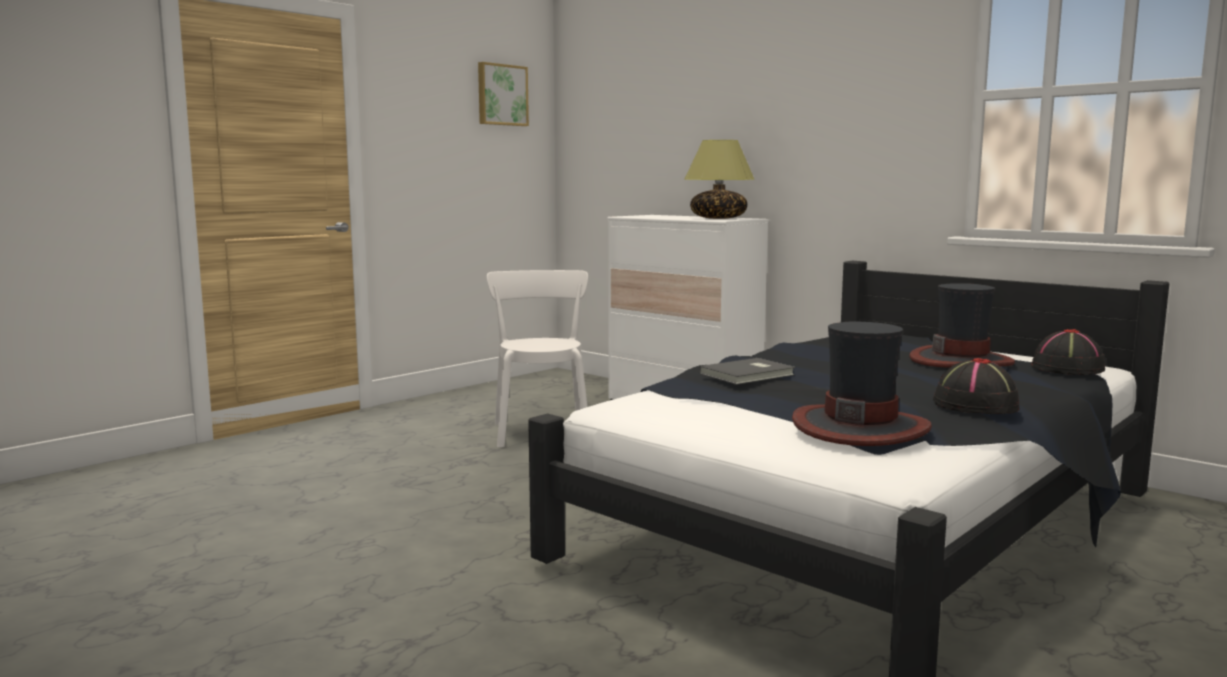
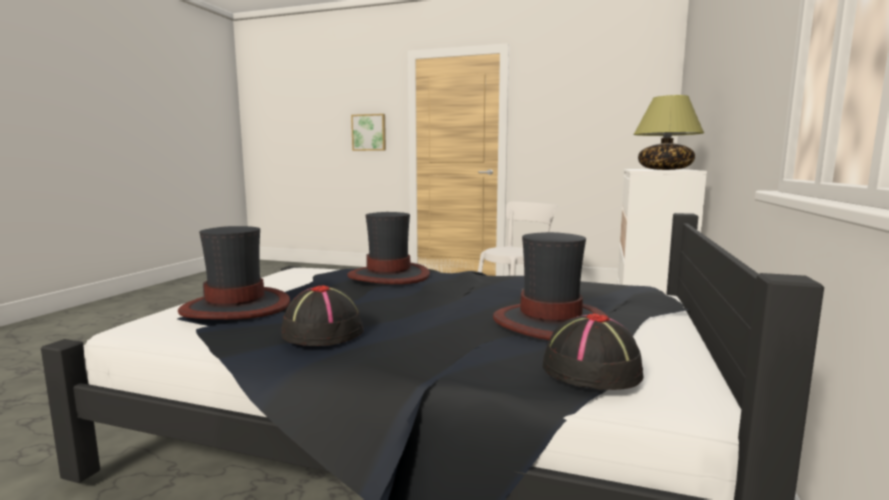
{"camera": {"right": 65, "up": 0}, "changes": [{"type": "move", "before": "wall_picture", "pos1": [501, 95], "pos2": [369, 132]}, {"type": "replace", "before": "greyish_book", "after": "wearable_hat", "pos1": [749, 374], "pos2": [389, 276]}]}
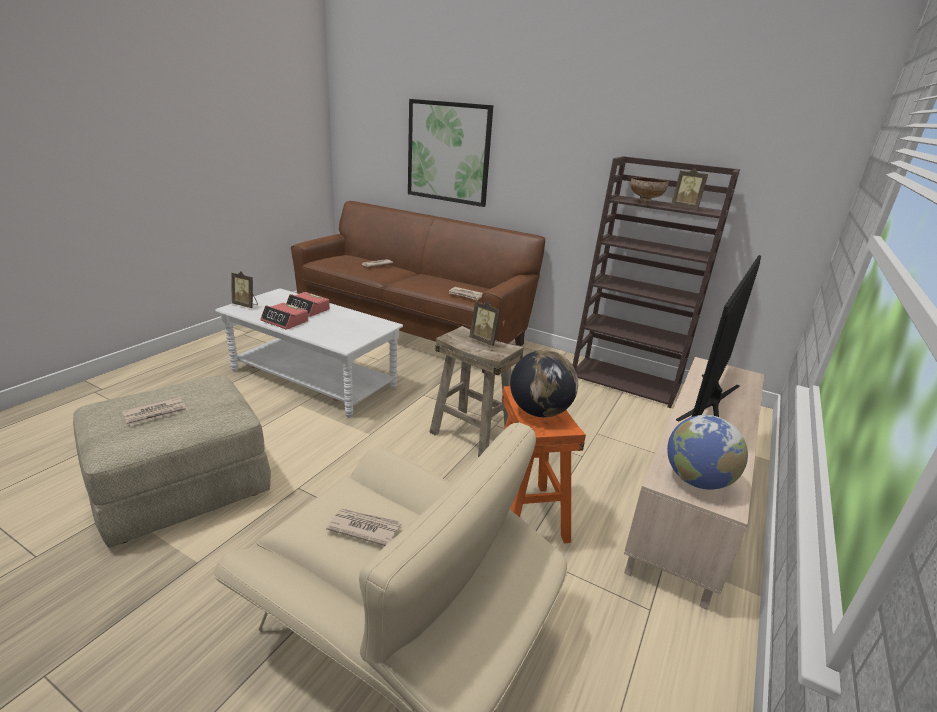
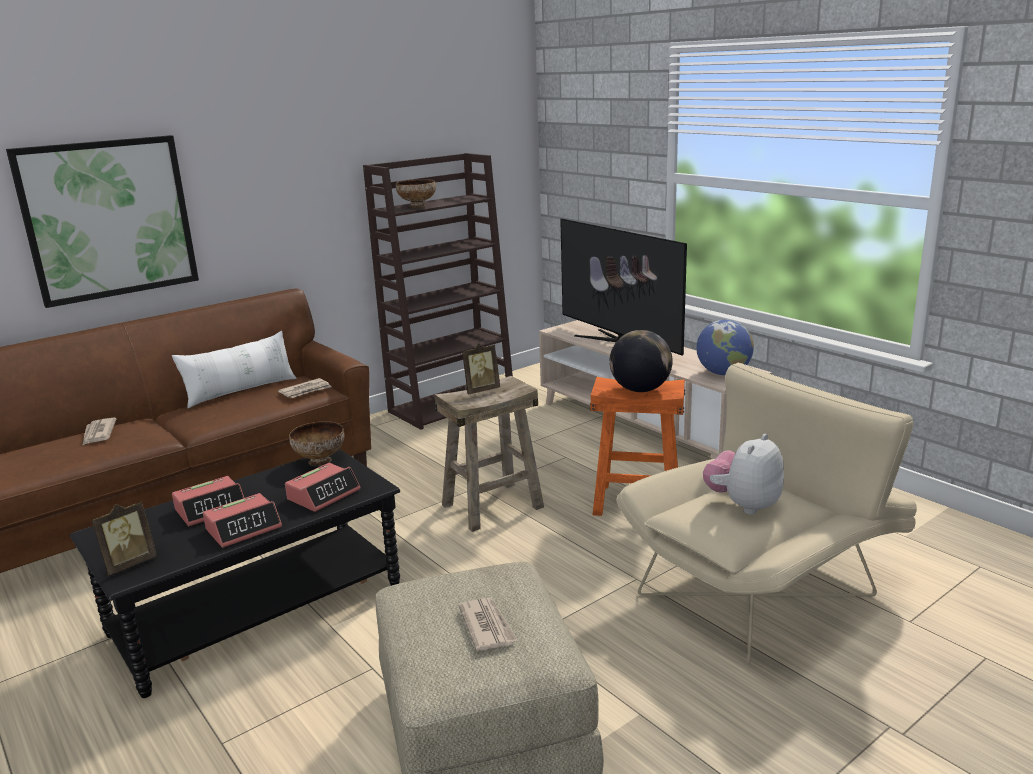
{"camera": {"right": -65, "up": -5}, "changes": [{"type": "recolor", "before": "whitish_coffee_table", "after": "black-coloured_coffee_table", "pos1": [313, 379], "pos2": [259, 609]}, {"type": "replace", "before": "printed_paper", "after": "plush_toy", "pos1": [364, 528], "pos2": [743, 505]}, {"type": "delete", "before": "photo_frame", "pos1": [685, 208]}, {"type": "insert", "after": "whitish_throw_pillow", "pos2": [241, 391]}, {"type": "insert", "after": "alarm_clock", "pos2": [324, 494]}, {"type": "insert", "after": "deep_dish", "pos2": [320, 461]}]}
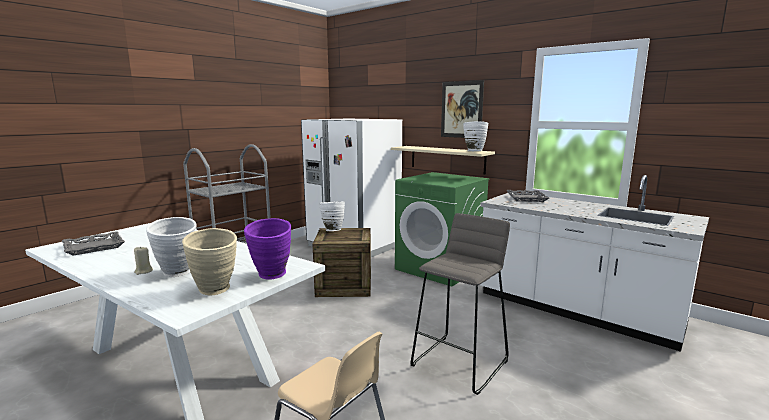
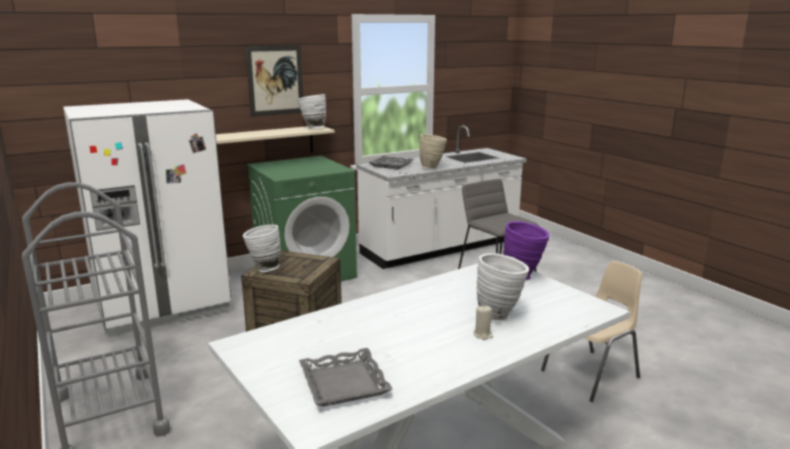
{"camera": {"right": -70, "up": 5}, "changes": [{"type": "move", "before": "beige_flower_vase", "pos1": [216, 292], "pos2": [432, 168]}]}
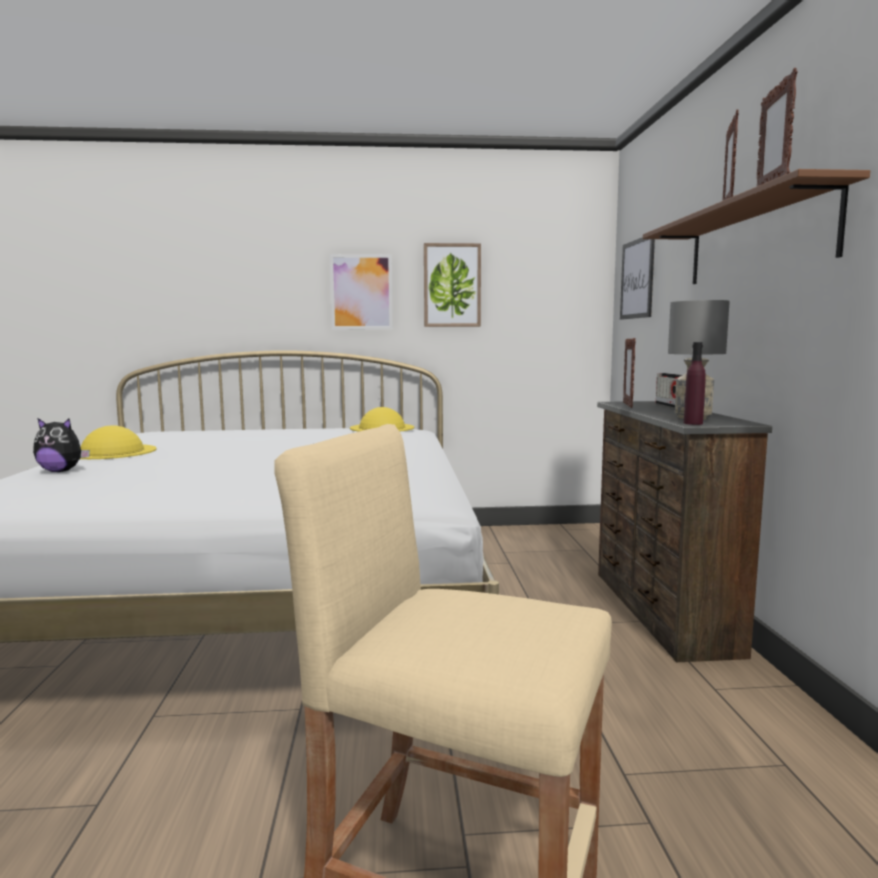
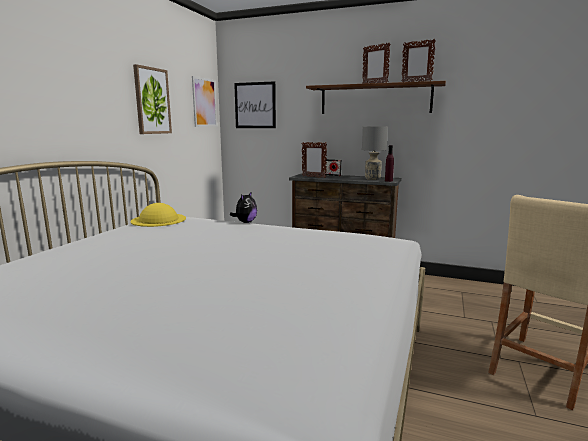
{"camera": {"right": -65, "up": 5}, "changes": [{"type": "move", "before": "plush_toy", "pos1": [61, 471], "pos2": [245, 222]}, {"type": "delete", "before": "yellow_wearable_hat", "pos1": [112, 451]}, {"type": "move", "before": "wall_picture", "pos1": [361, 292], "pos2": [204, 102]}]}
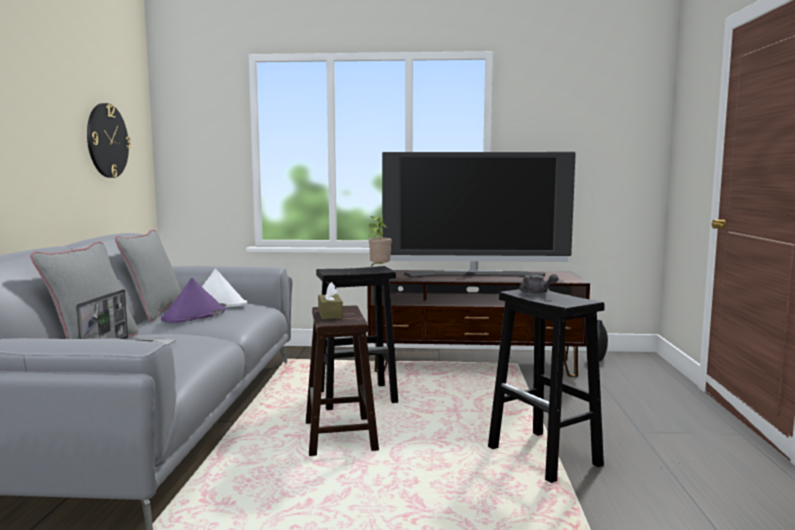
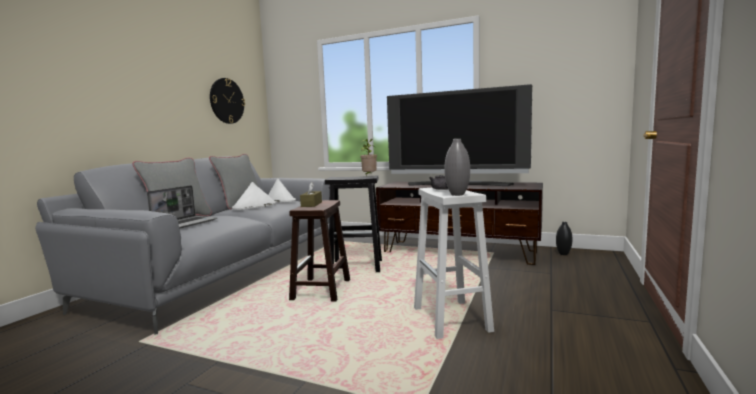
{"camera": {"right": 20, "up": 0}, "changes": [{"type": "recolor", "before": "purple-coloured_wearable_hat", "after": "whitish_wearable_hat", "pos1": [194, 315], "pos2": [254, 206]}, {"type": "recolor", "before": "black-coloured_sitting_stool", "after": "whitish_sitting_stool", "pos1": [545, 457], "pos2": [452, 320]}, {"type": "insert", "after": "greyish_flower_vase", "pos2": [457, 194]}]}
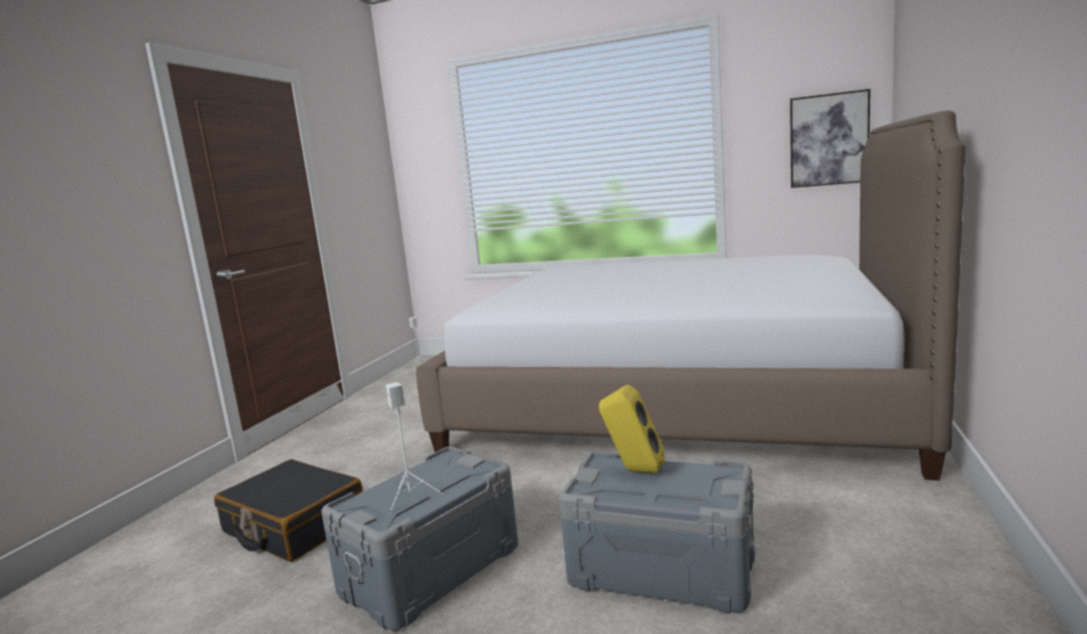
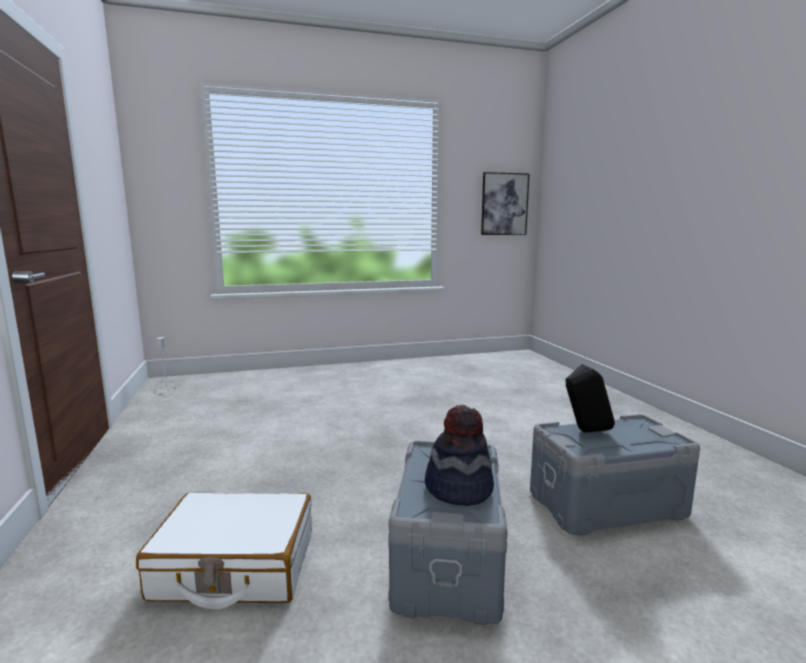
{"camera": {"right": -35, "up": 0}, "changes": [{"type": "recolor", "before": "black-coloured_travel_case", "after": "whitish_travel_case", "pos1": [294, 525], "pos2": [235, 565]}, {"type": "replace", "before": "whitish_audio_speaker", "after": "wearable_hat", "pos1": [411, 497], "pos2": [458, 489]}, {"type": "delete", "before": "sleeping_bed", "pos1": [678, 403]}, {"type": "recolor", "before": "yellow_audio_speaker", "after": "black-coloured_audio_speaker", "pos1": [633, 470], "pos2": [585, 432]}]}
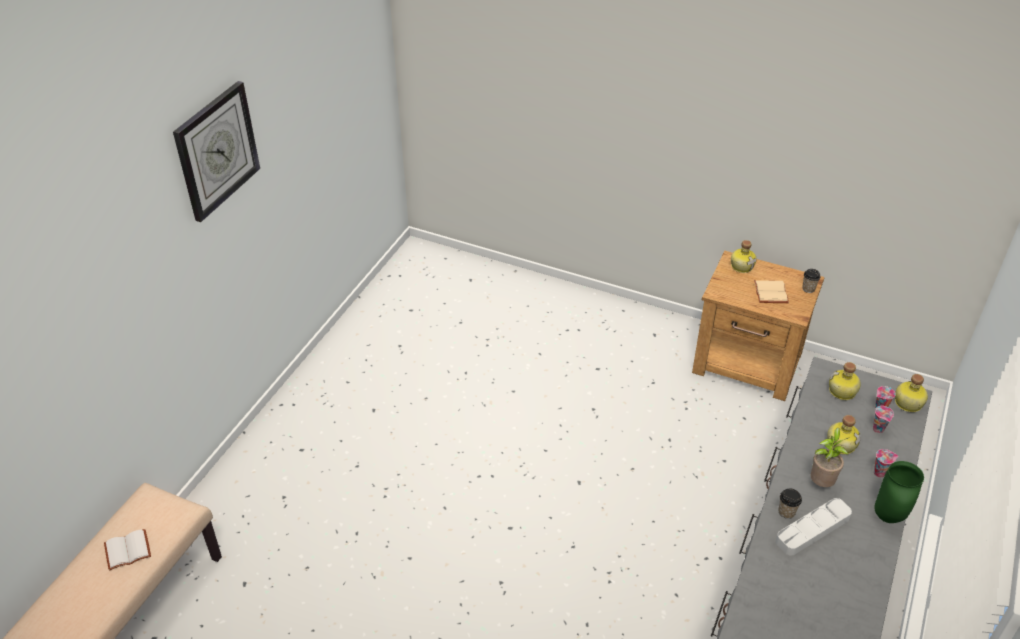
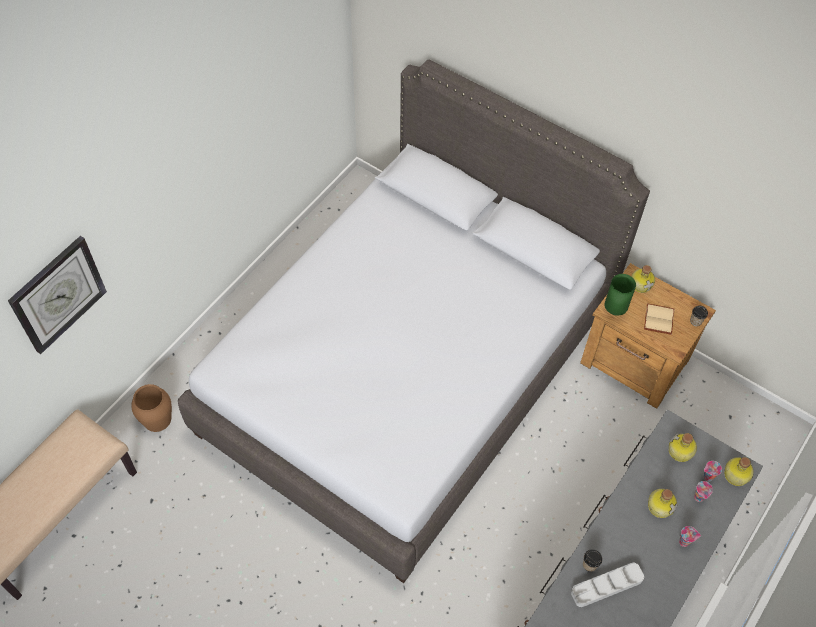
{"camera": {"right": 10, "up": 15}, "changes": [{"type": "delete", "before": "whitish_book", "pos1": [128, 549]}, {"type": "move", "before": "hanging_clock", "pos1": [216, 150], "pos2": [58, 294]}, {"type": "delete", "before": "plant_in_a_pot", "pos1": [821, 483]}, {"type": "move", "before": "green_flower_vase", "pos1": [889, 517], "pos2": [615, 311]}, {"type": "insert", "after": "brownish_flower_vase", "pos2": [157, 419]}, {"type": "insert", "after": "greyish_sleeping_bed", "pos2": [406, 370]}]}
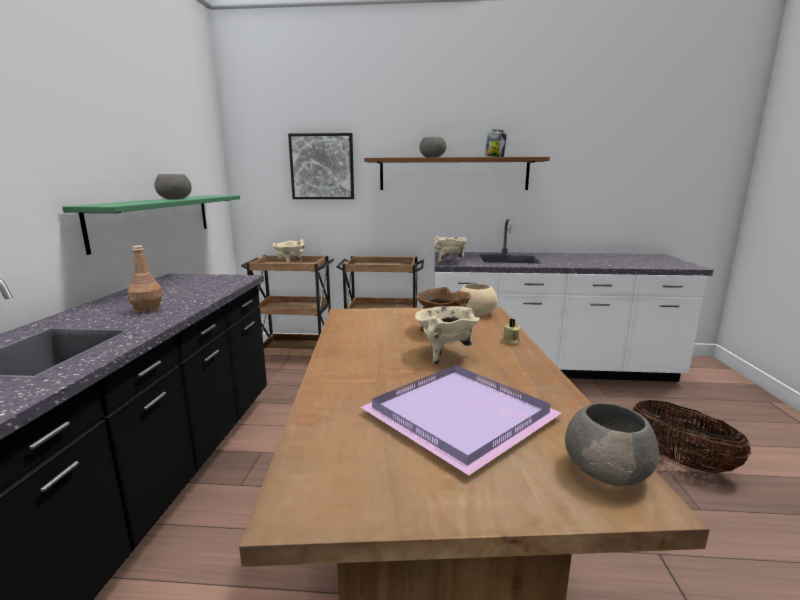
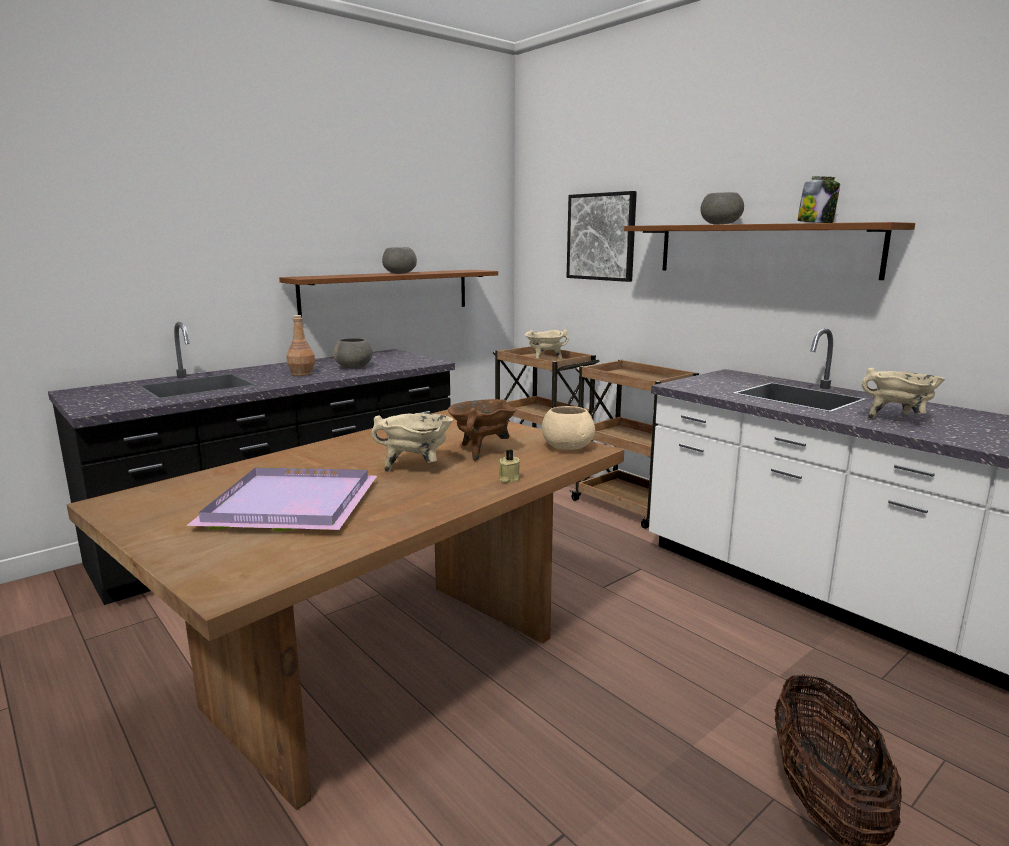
{"camera": {"right": 45, "up": 0}, "changes": [{"type": "recolor", "before": "green_wall_shelf", "after": "brownish_wall_shelf", "pos1": [155, 219], "pos2": [387, 293]}, {"type": "move", "before": "beige_cooking_pot", "pos1": [449, 262], "pos2": [898, 419]}, {"type": "move", "before": "greyish_deep_dish", "pos1": [607, 471], "pos2": [354, 367]}]}
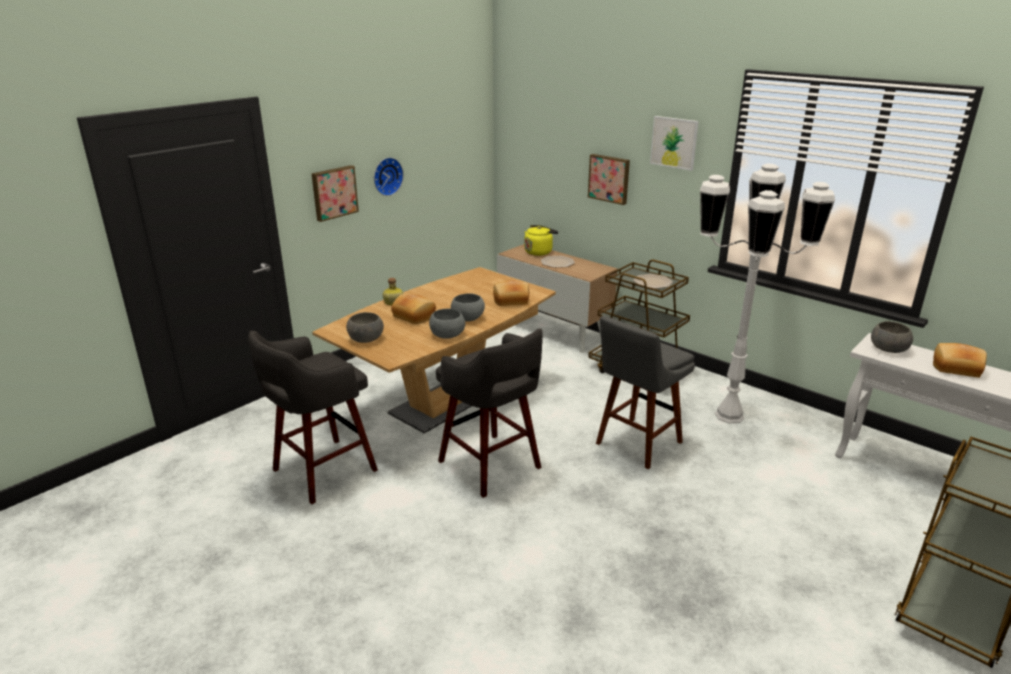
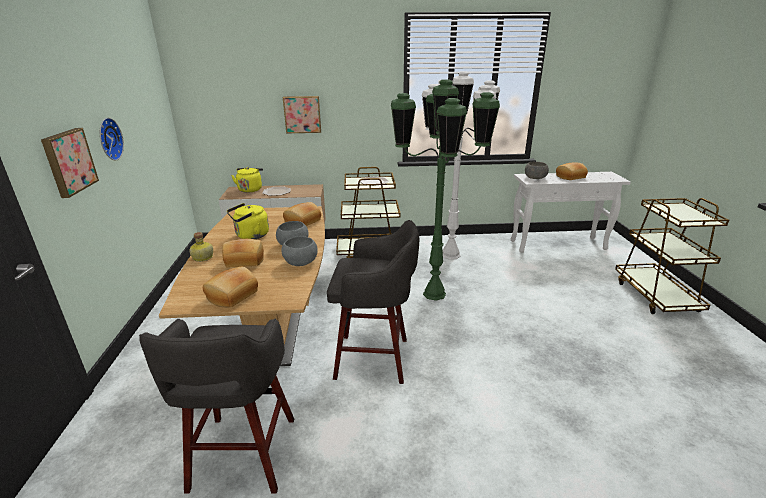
{"camera": {"right": -45, "up": 0}, "changes": [{"type": "replace", "before": "greyish_deep_dish", "after": "baked_bread", "pos1": [366, 339], "pos2": [233, 296]}, {"type": "replace", "before": "greyish_sitting_stool", "after": "green_standard_lamp", "pos1": [636, 444], "pos2": [434, 294]}, {"type": "delete", "before": "wall_picture", "pos1": [674, 142]}, {"type": "insert", "after": "yellow_kettle", "pos2": [250, 236]}]}
